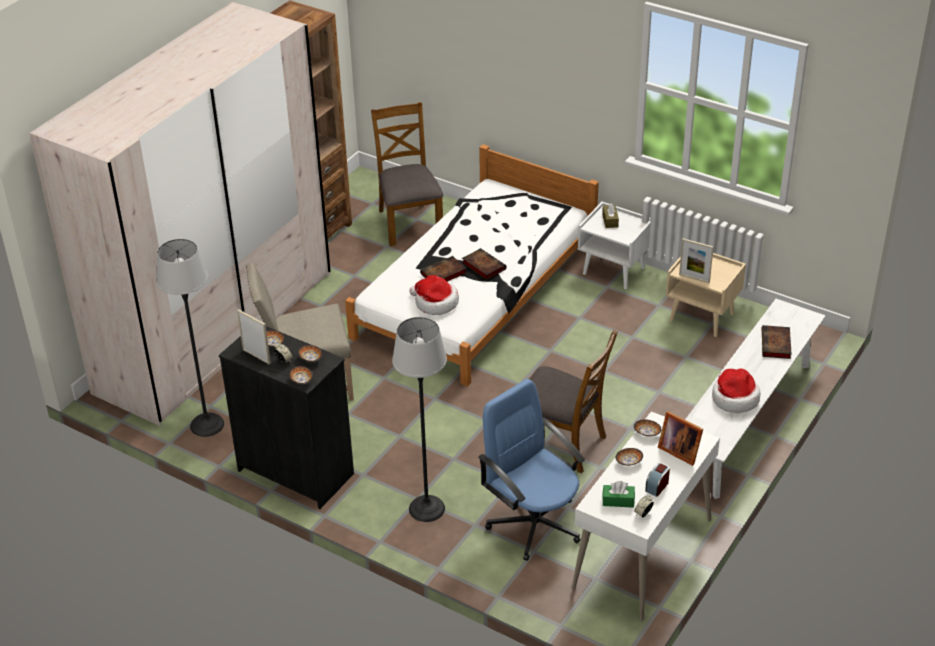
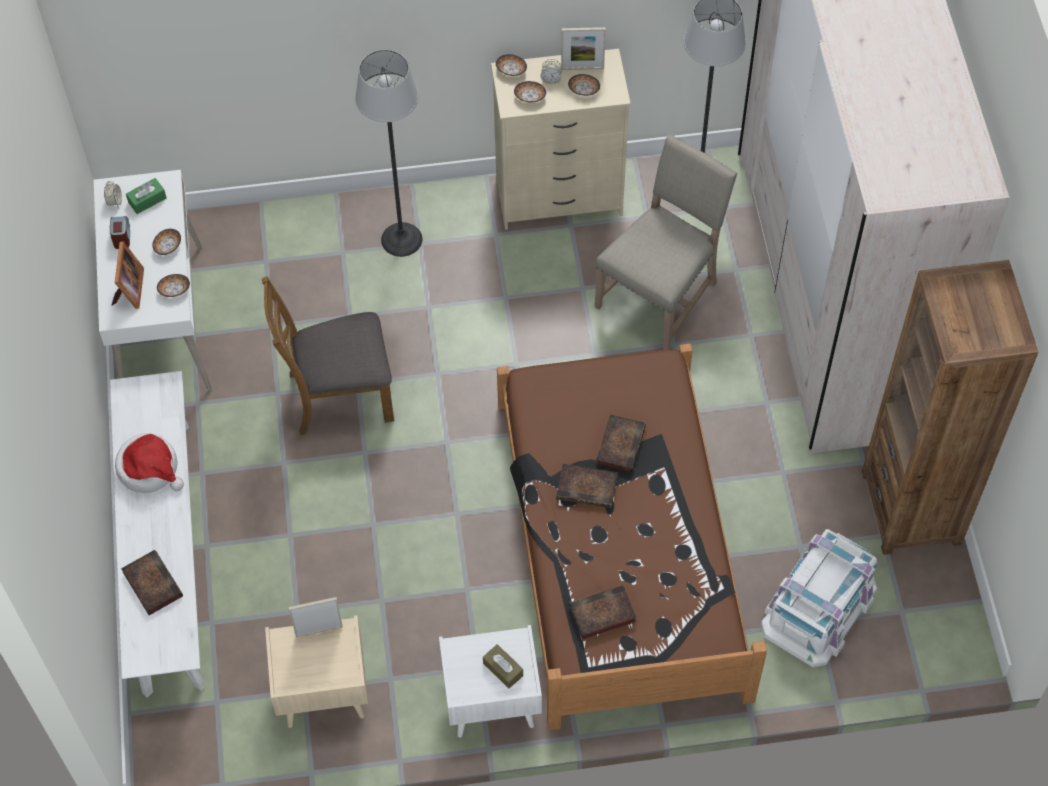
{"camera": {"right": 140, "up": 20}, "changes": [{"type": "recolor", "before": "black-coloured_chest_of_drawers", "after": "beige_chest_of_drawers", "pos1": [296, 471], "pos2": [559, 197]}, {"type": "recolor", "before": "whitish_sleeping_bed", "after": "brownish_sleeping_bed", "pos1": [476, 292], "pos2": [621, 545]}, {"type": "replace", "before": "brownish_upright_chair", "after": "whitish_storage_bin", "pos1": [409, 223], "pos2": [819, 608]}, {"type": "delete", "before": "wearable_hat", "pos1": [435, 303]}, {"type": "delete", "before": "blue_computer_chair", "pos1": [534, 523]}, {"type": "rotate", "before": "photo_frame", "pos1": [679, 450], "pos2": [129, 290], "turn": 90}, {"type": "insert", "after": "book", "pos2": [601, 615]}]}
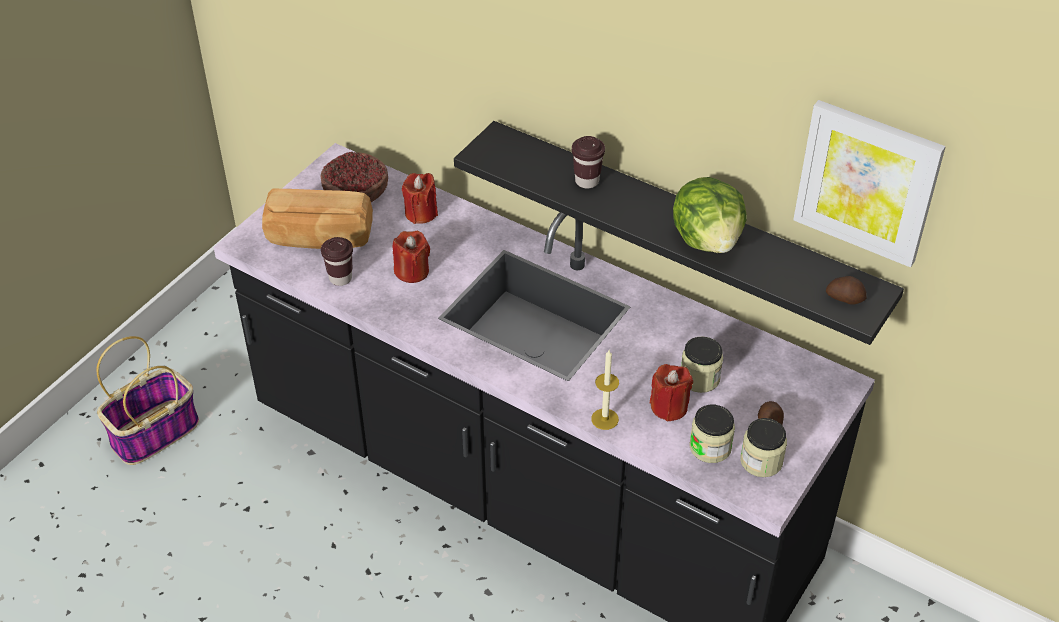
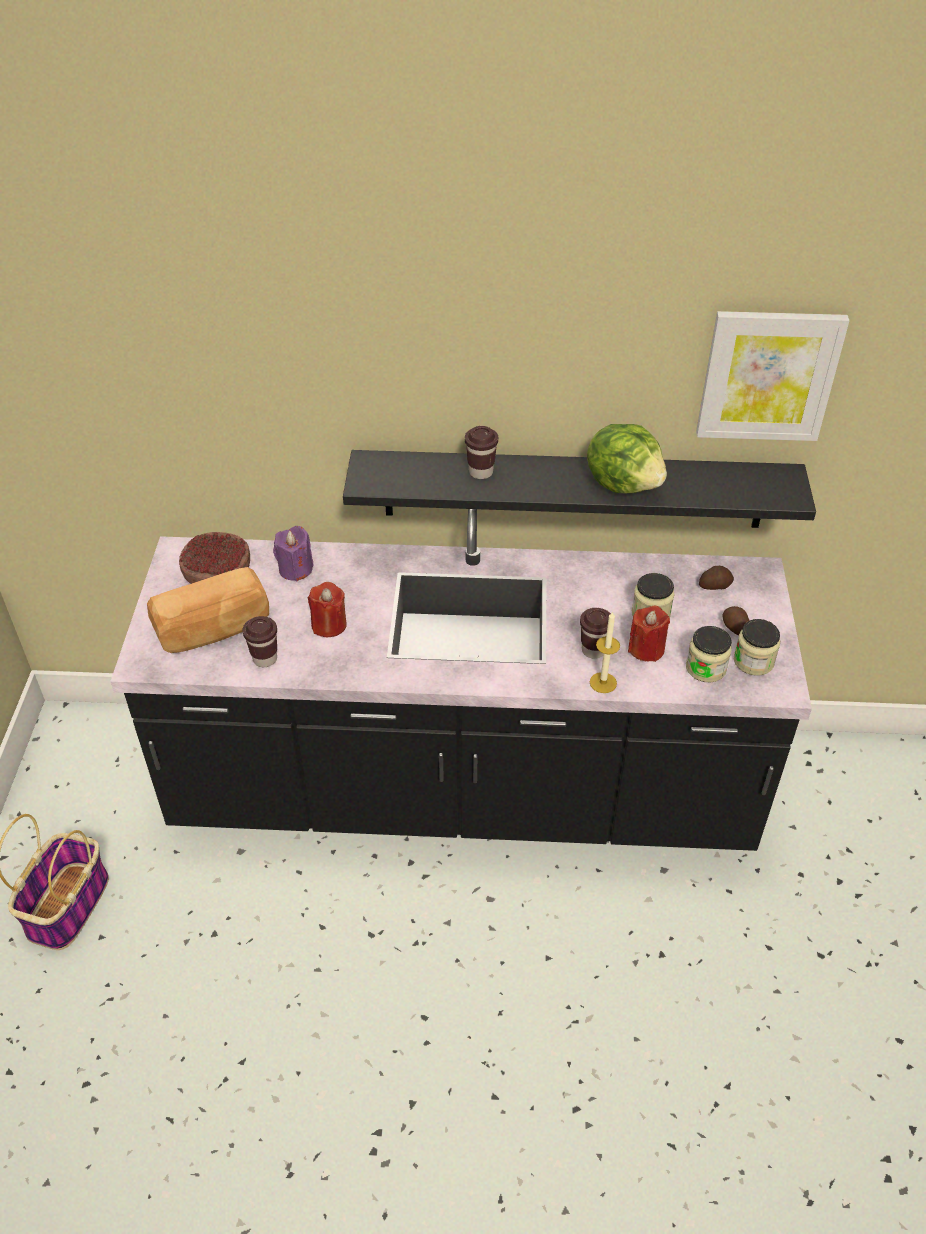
{"camera": {"right": -30, "up": 0}, "changes": [{"type": "recolor", "before": "red-coloured_wax_light", "after": "purple-coloured_wax_light", "pos1": [421, 213], "pos2": [295, 569]}, {"type": "move", "before": "whole_potato", "pos1": [845, 297], "pos2": [714, 585]}, {"type": "insert", "after": "brownish_small_cup", "pos2": [593, 650]}]}
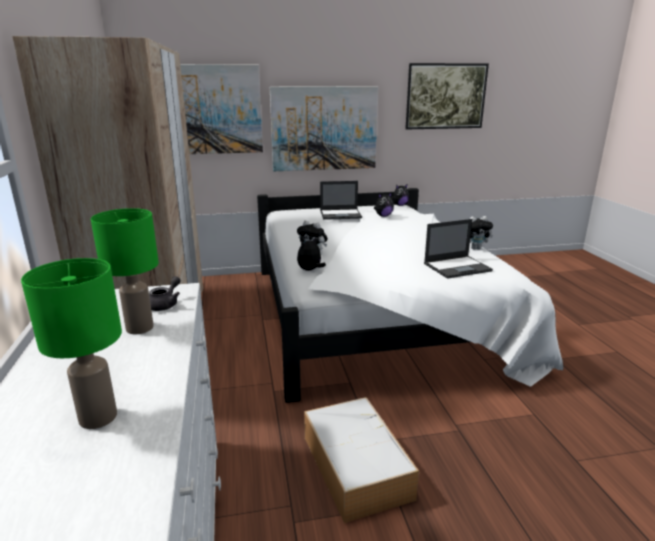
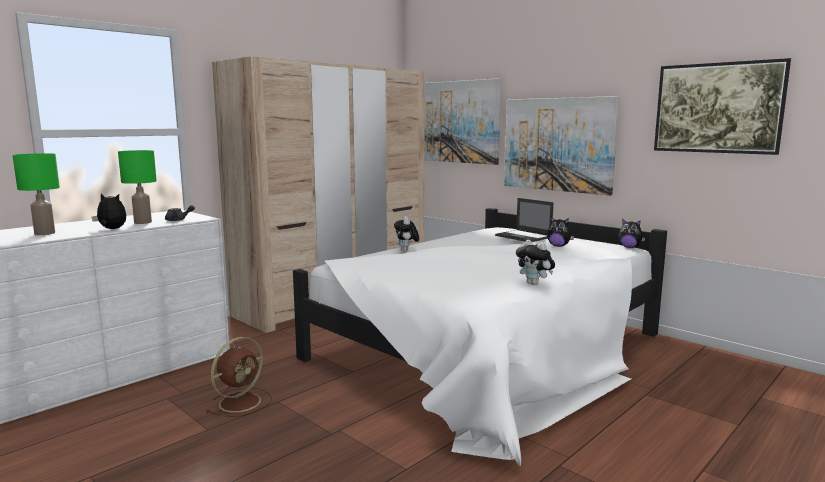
{"camera": {"right": 55, "up": -10}, "changes": [{"type": "move", "before": "plush_toy", "pos1": [310, 270], "pos2": [111, 229]}, {"type": "replace", "before": "storage_bin", "after": "brownish_cooling_fan", "pos1": [354, 465], "pos2": [241, 402]}, {"type": "delete", "before": "portable_computer", "pos1": [457, 267]}]}
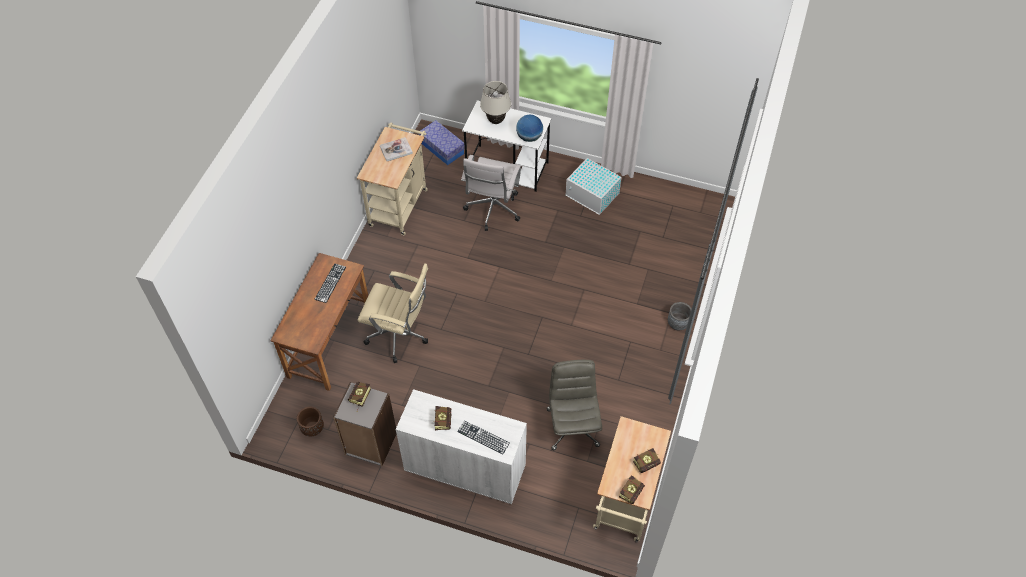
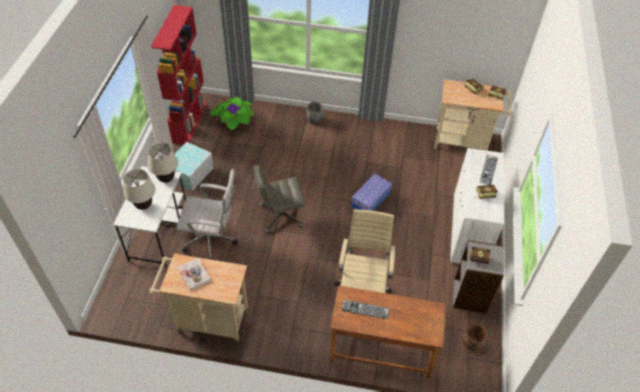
{"camera": {"right": -100, "up": -5}, "changes": [{"type": "move", "before": "storage_bin", "pos1": [442, 148], "pos2": [370, 199]}, {"type": "replace", "before": "globe", "after": "beige_lamp_for_a_table", "pos1": [529, 137], "pos2": [166, 179]}, {"type": "move", "before": "greyish_computer_chair", "pos1": [572, 426], "pos2": [280, 216]}, {"type": "insert", "after": "red-coloured_shelving_unit", "pos2": [189, 122]}, {"type": "insert", "after": "plant_in_a_pot", "pos2": [234, 121]}]}
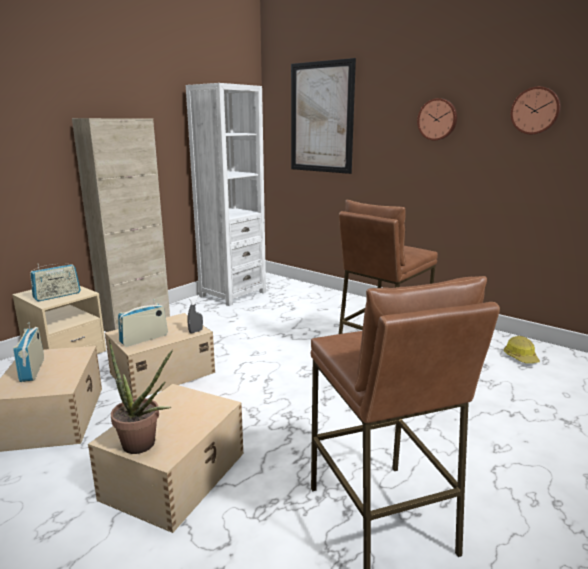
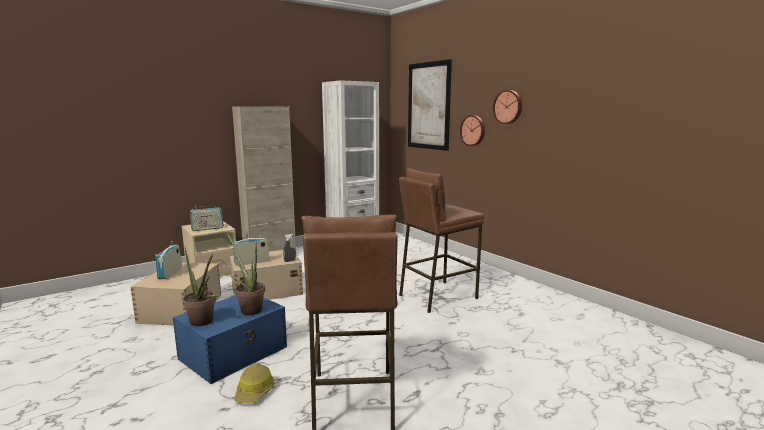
{"camera": {"right": 15, "up": -5}, "changes": [{"type": "recolor", "before": "beige_storage_bin", "after": "blue_storage_bin", "pos1": [176, 474], "pos2": [234, 352]}, {"type": "move", "before": "work_helmet", "pos1": [521, 357], "pos2": [255, 392]}, {"type": "move", "before": "hanging_clock", "pos1": [535, 110], "pos2": [473, 130]}, {"type": "insert", "after": "plant_in_a_pot", "pos2": [249, 309]}]}
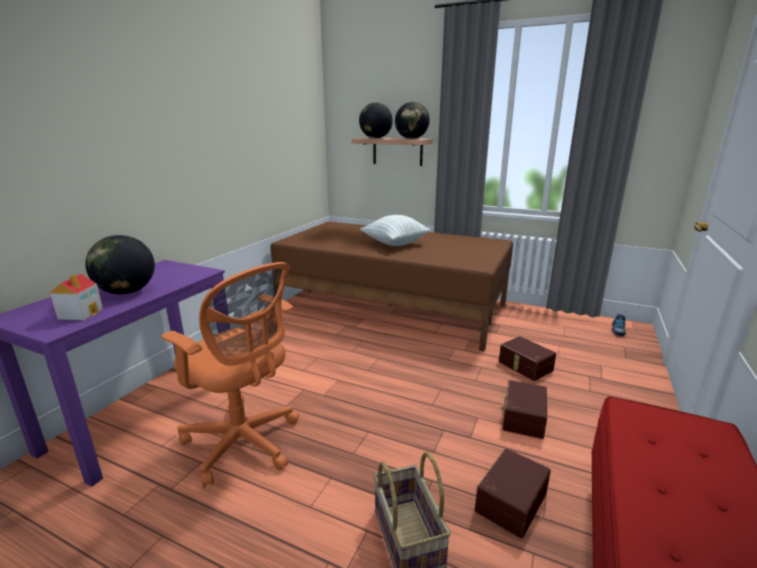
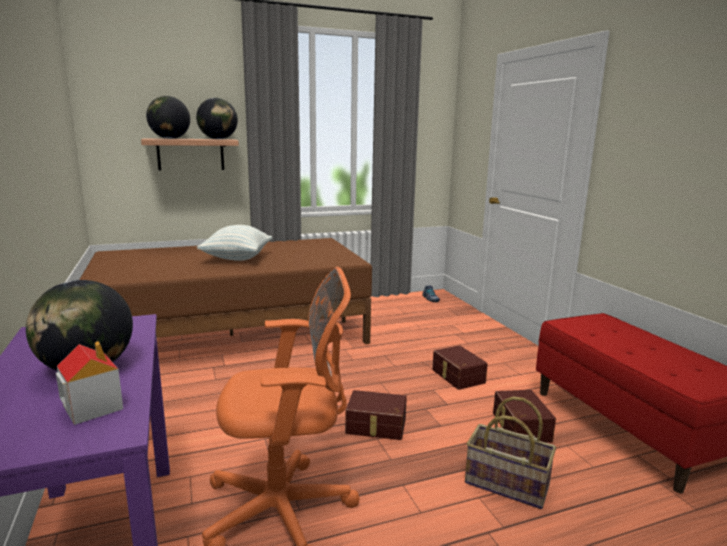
{"camera": {"right": -45, "up": -5}, "changes": [{"type": "move", "before": "brownish_storage_bin", "pos1": [524, 366], "pos2": [376, 426]}]}
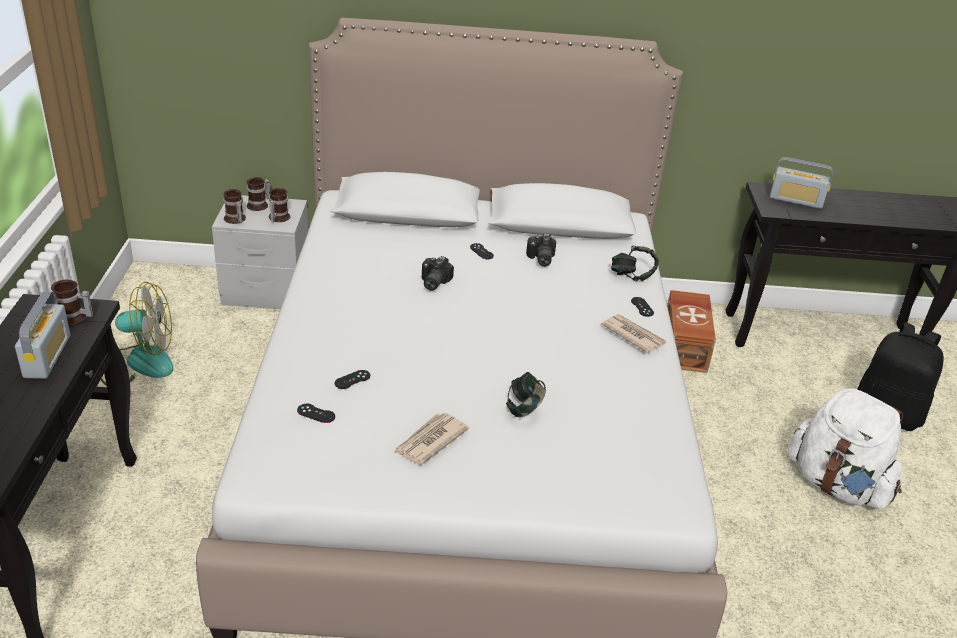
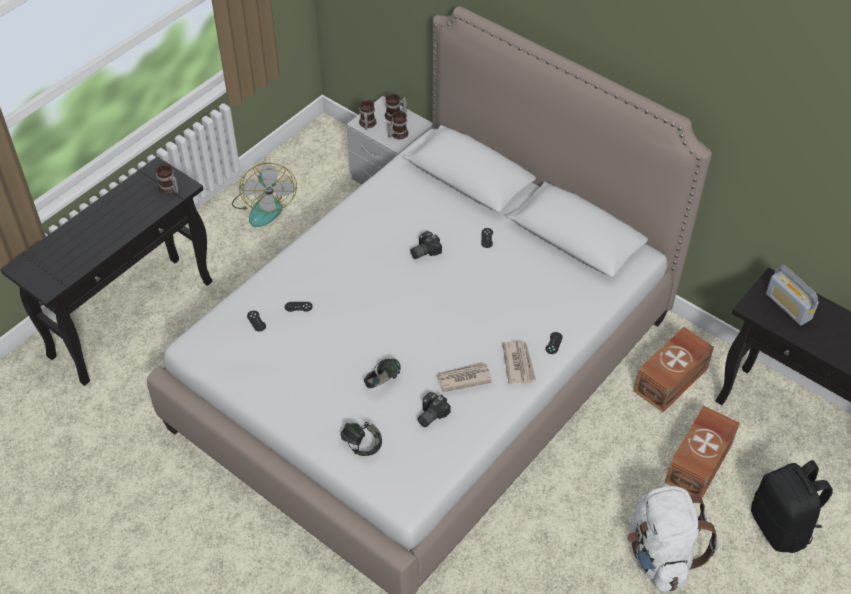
{"camera": {"right": 40, "up": 15}, "changes": [{"type": "delete", "before": "radio_set", "pos1": [47, 356]}, {"type": "rotate", "before": "cooling_fan", "pos1": [138, 363], "pos2": [264, 206], "turn": 45}, {"type": "move", "before": "printed_paper", "pos1": [430, 441], "pos2": [463, 378]}, {"type": "move", "before": "still_camera", "pos1": [540, 259], "pos2": [430, 415]}, {"type": "move", "before": "pair_of_headphones", "pos1": [632, 276], "pos2": [362, 445]}, {"type": "insert", "after": "brownish_storage_bin", "pos2": [700, 462]}]}
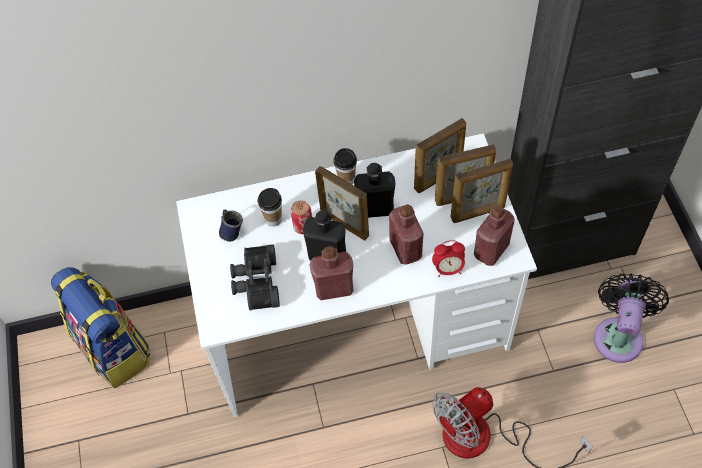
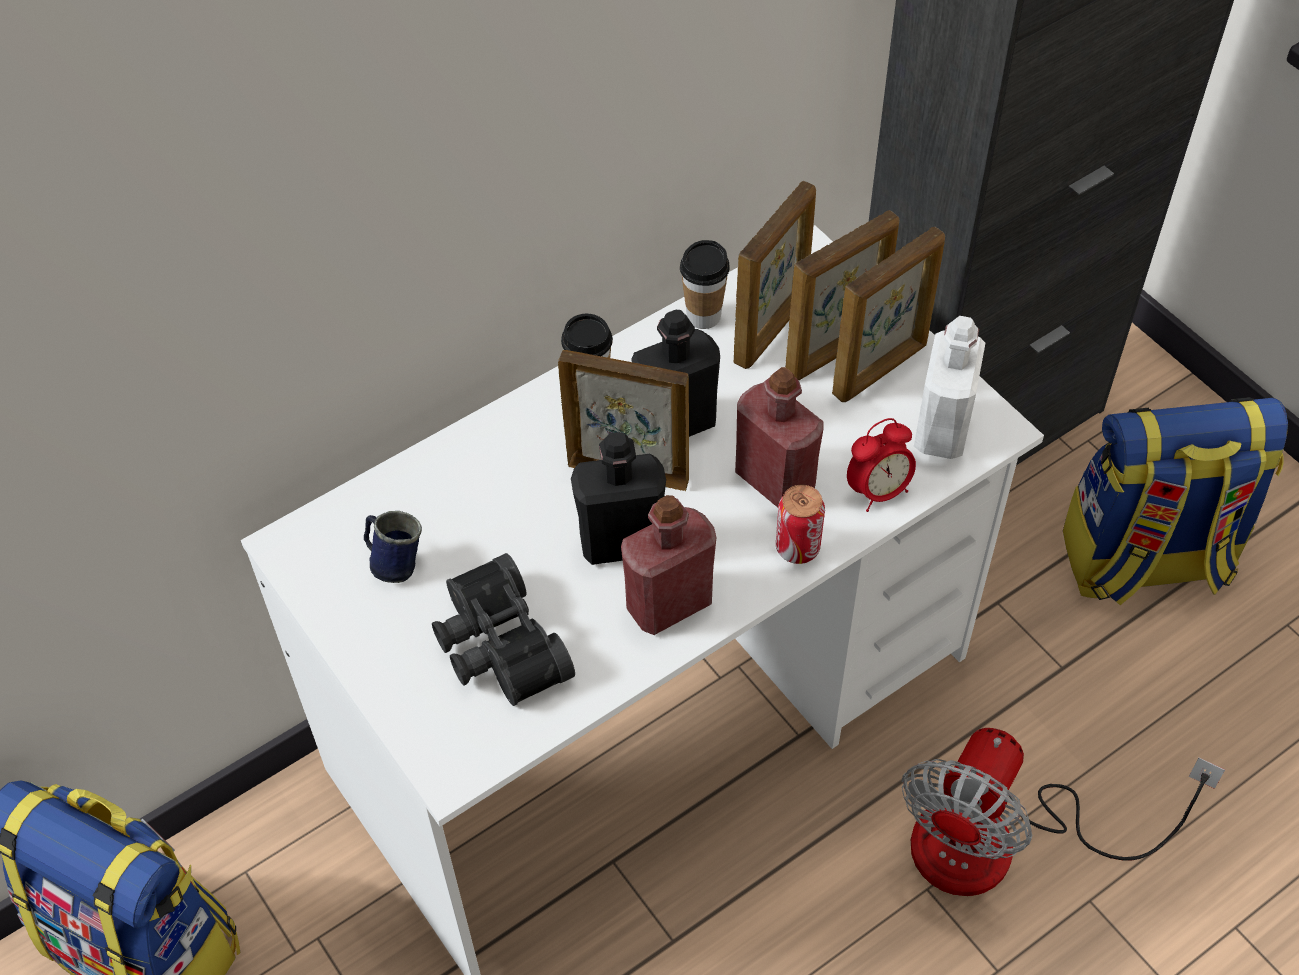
{"camera": {"right": -25, "up": -5}, "changes": [{"type": "move", "before": "small_cup", "pos1": [273, 219], "pos2": [703, 316]}, {"type": "move", "before": "can", "pos1": [303, 227], "pos2": [797, 548]}, {"type": "recolor", "before": "red-coloured_bottle", "after": "whitish_bottle", "pos1": [491, 250], "pos2": [942, 430]}, {"type": "replace", "before": "black-coloured_cooling_fan", "after": "backpack", "pos1": [619, 335], "pos2": [1145, 562]}]}
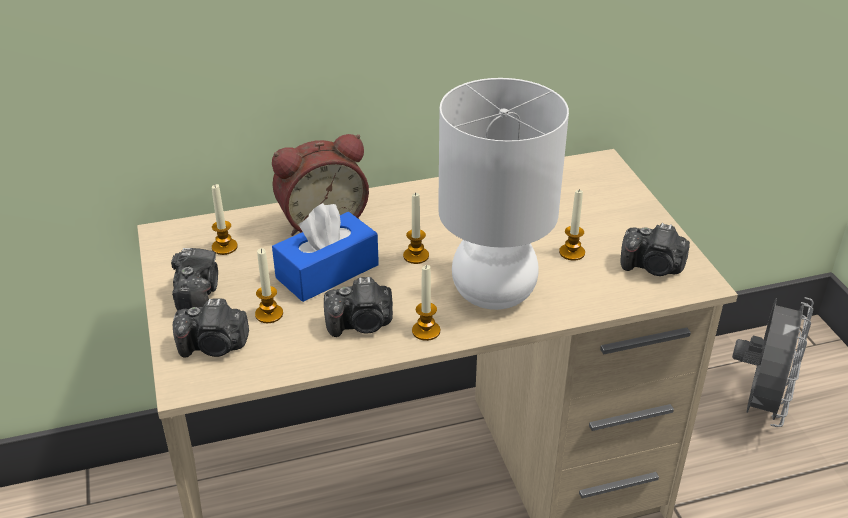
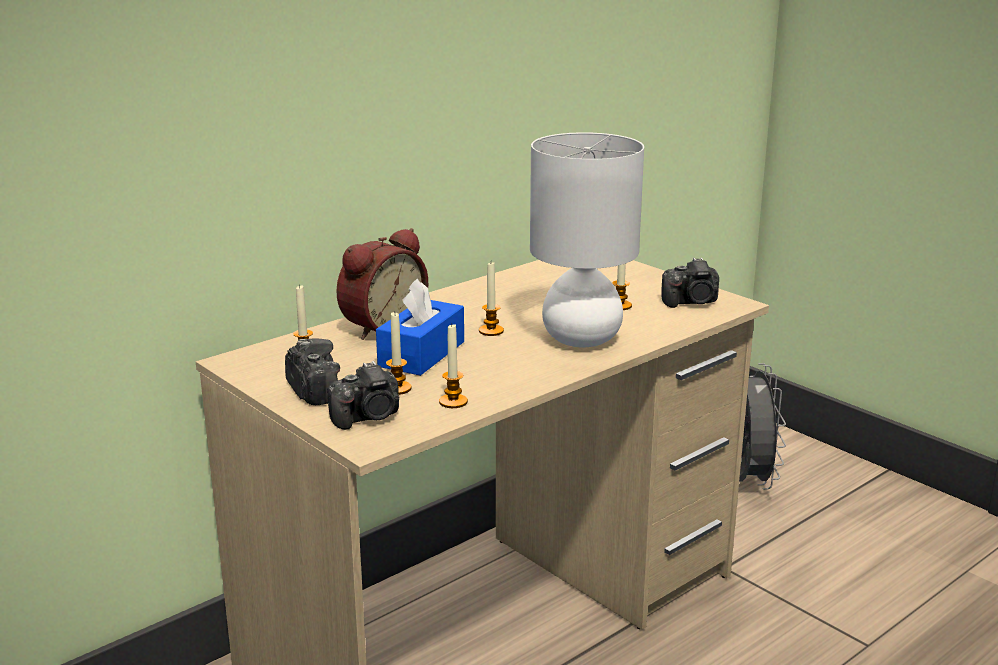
{"camera": {"right": -25, "up": -15}, "changes": [{"type": "delete", "before": "still_camera", "pos1": [361, 324]}, {"type": "move", "before": "wax_light", "pos1": [426, 331], "pos2": [453, 402]}]}
